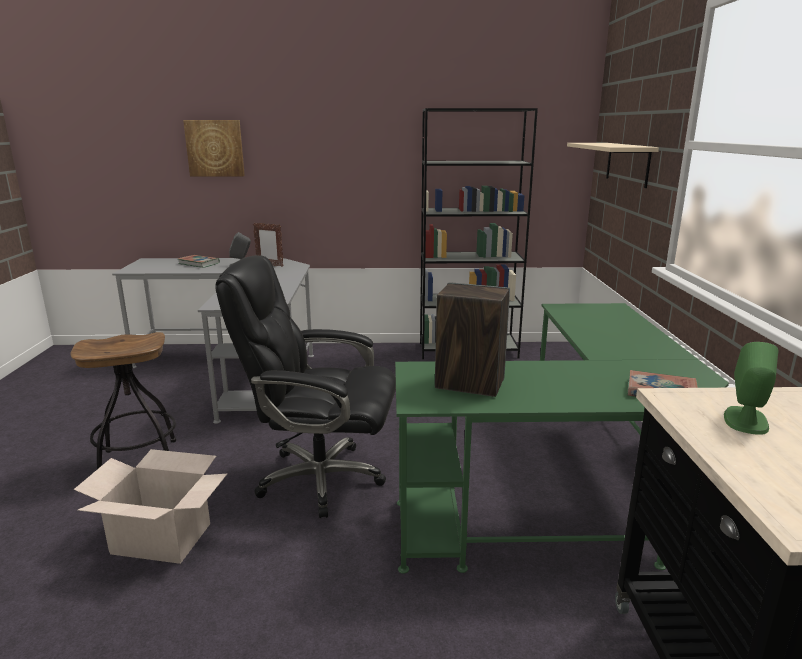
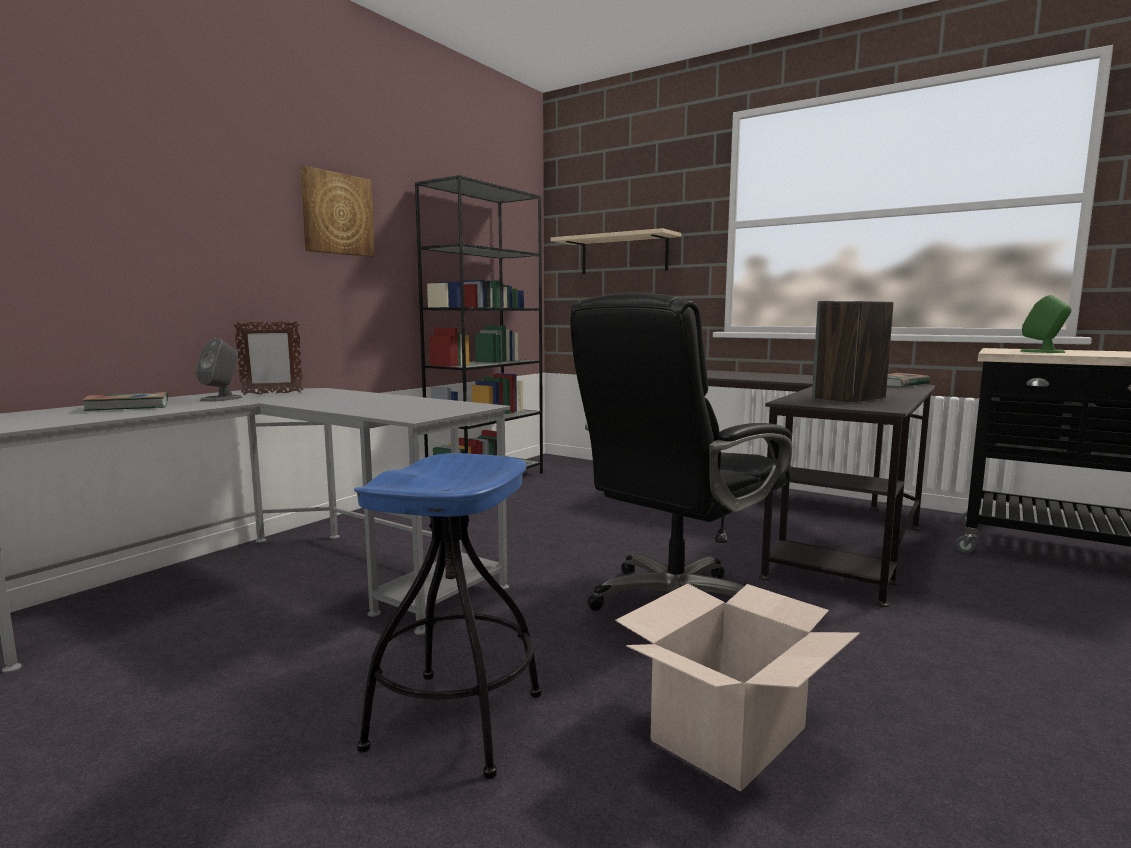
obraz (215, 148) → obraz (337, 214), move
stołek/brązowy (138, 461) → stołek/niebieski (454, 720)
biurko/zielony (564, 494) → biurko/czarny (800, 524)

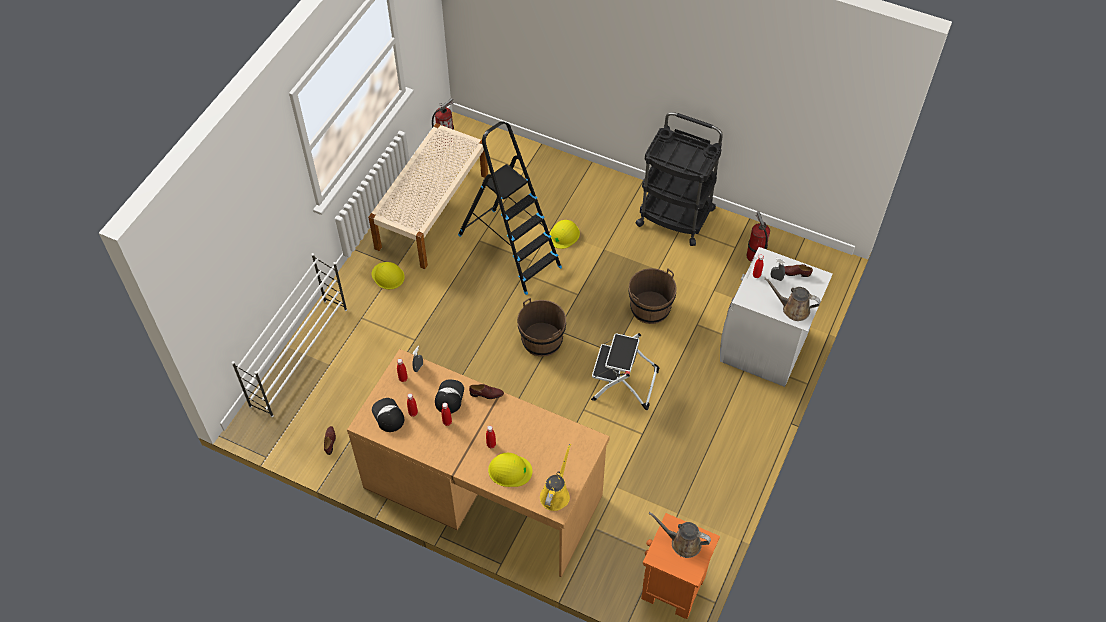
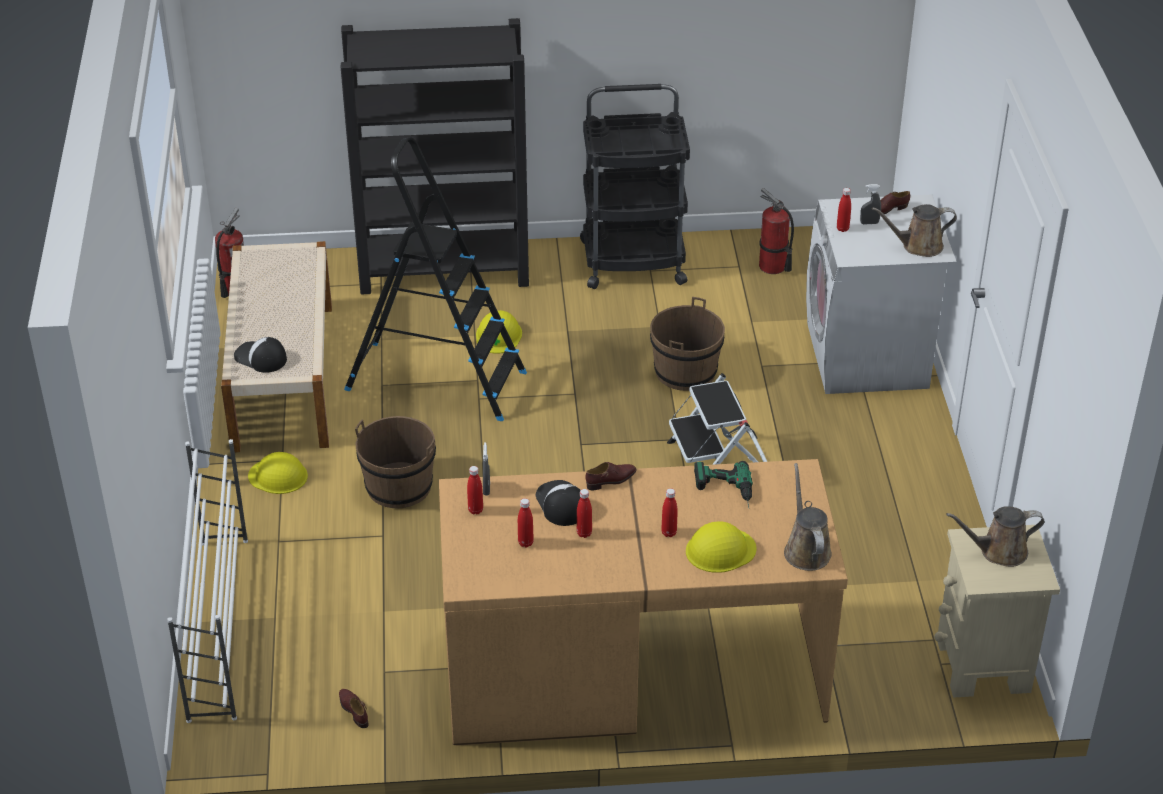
czapka z daszkiem (388, 415) → czapka z daszkiem (260, 358), move
- → regał/czarny (444, 267)
wiadro/brązowy (542, 340) → wiadro/brązowy (399, 486), move
- → wiertarka (724, 491)
konewka/żółty (556, 494) → konewka/brązowy (806, 549)
szafka nocna/pomarańczowy (672, 587) → szafka nocna/beżowy (981, 666)

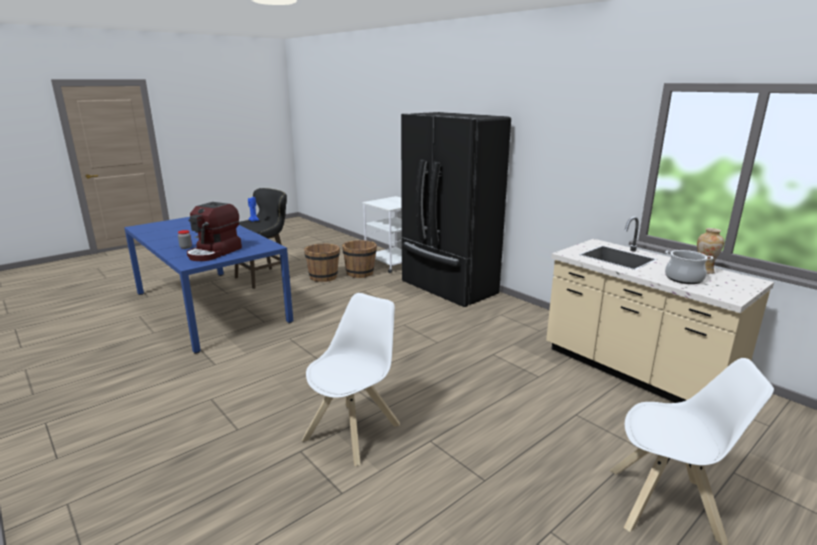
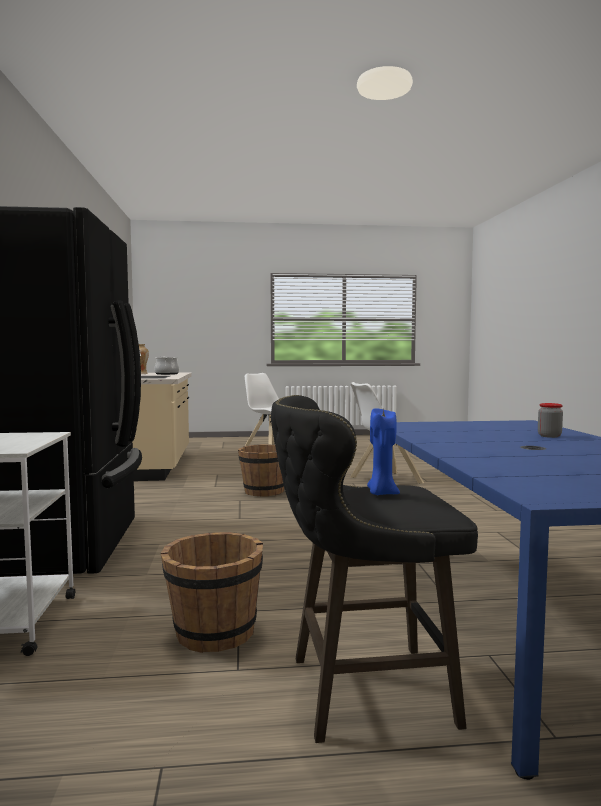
wiadro/brązowy (360, 273) → wiadro/brązowy (263, 492), move
ekspres do kawy (214, 252) → -

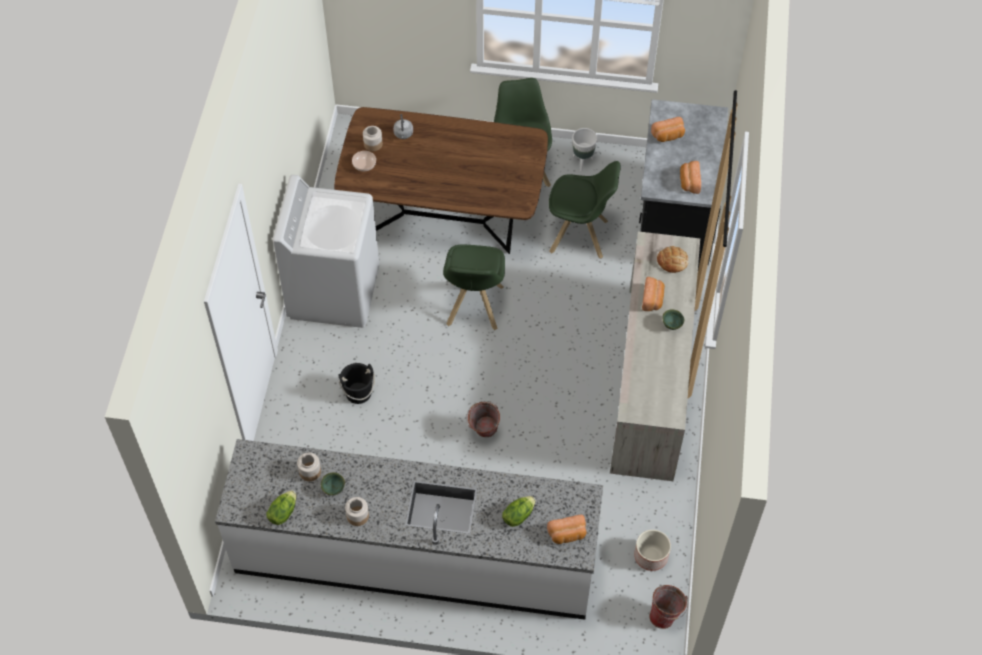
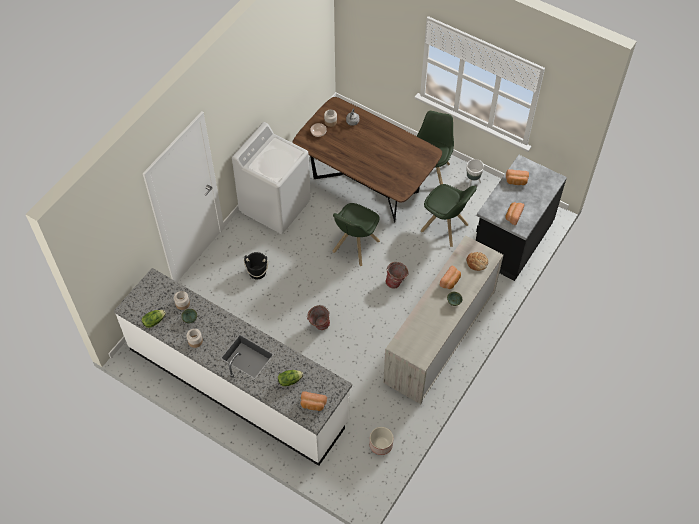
wiadro (666, 615) → wiadro (396, 282), move

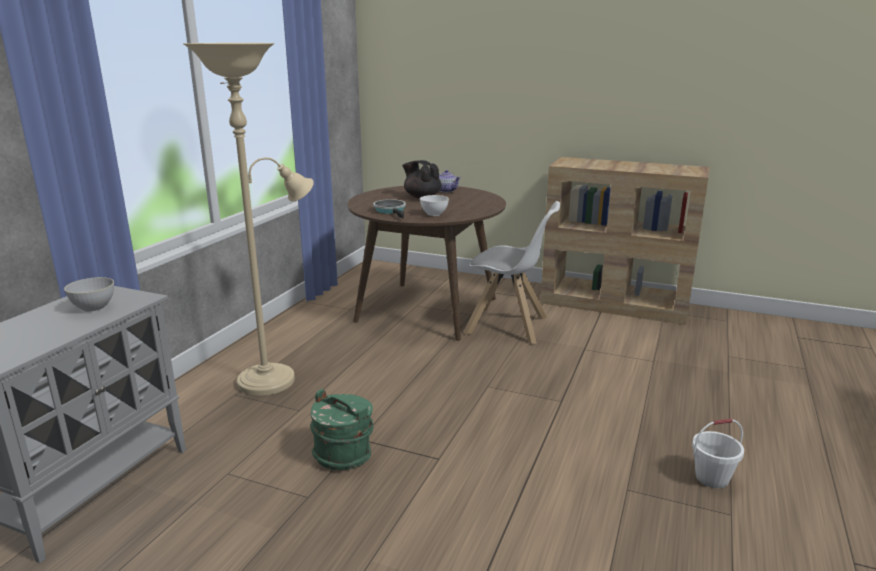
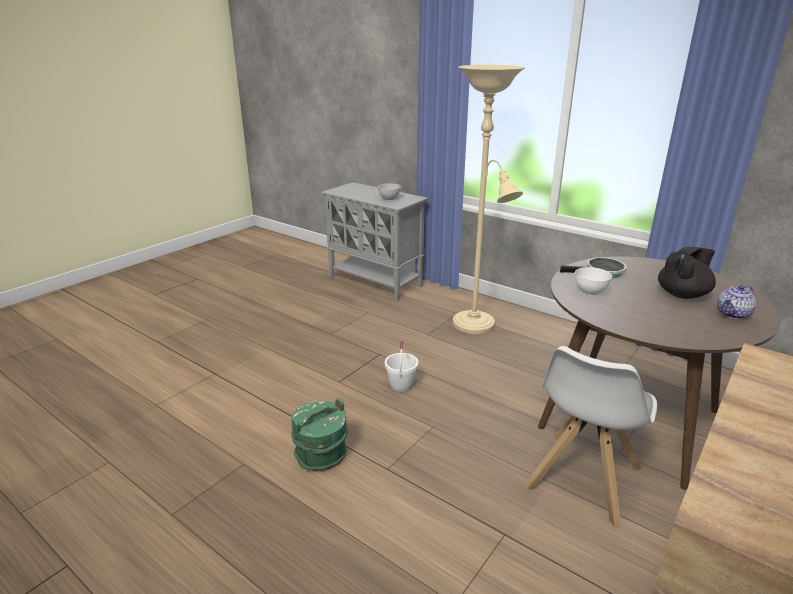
wiadro/zielony (343, 455) → wiadro/zielony (321, 456), move
wiadro/biały (711, 478) → wiadro/biały (401, 385), move

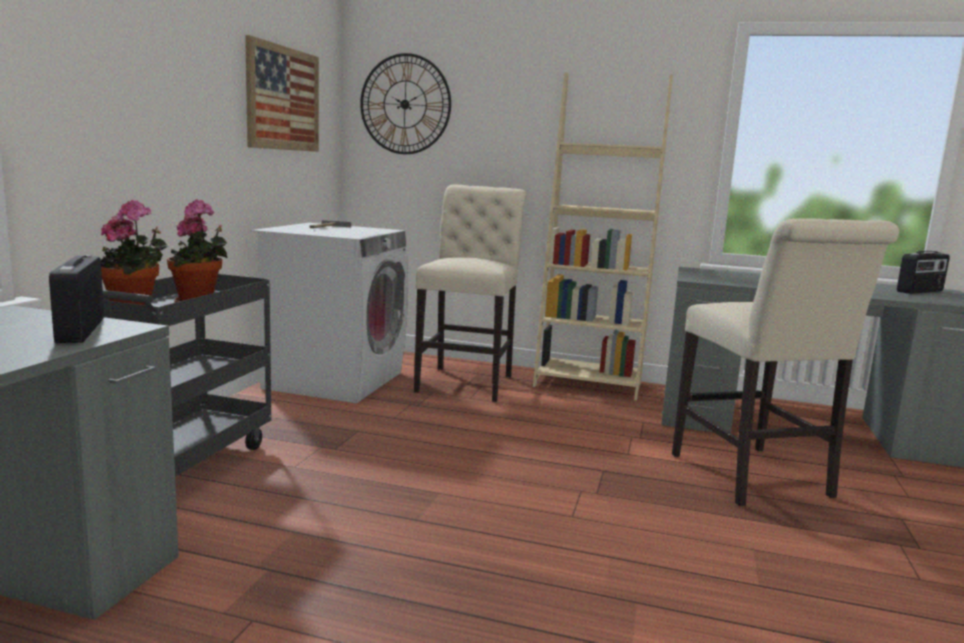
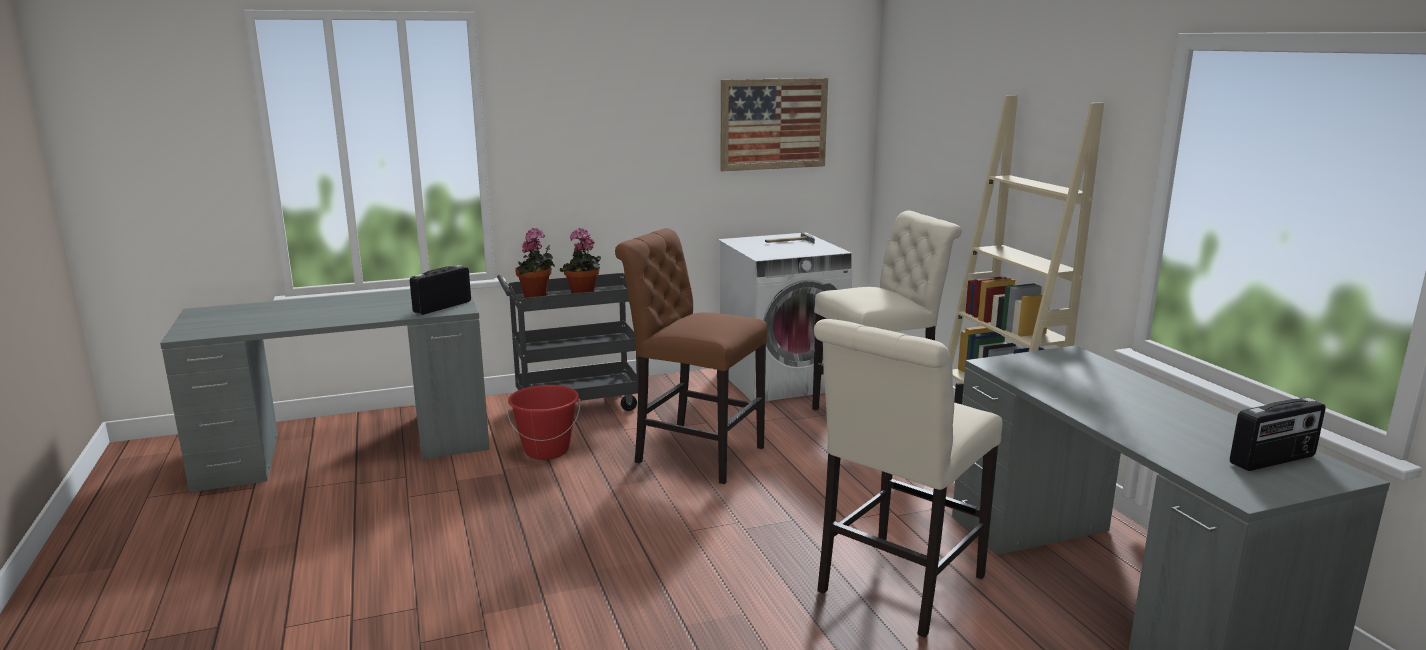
- → wiadro/czerwony (547, 450)
- → stołek/brązowy (693, 453)
radio (920, 291) → radio (1273, 460), 45 degrees counterclockwise
zegar ścienny (405, 104) → -

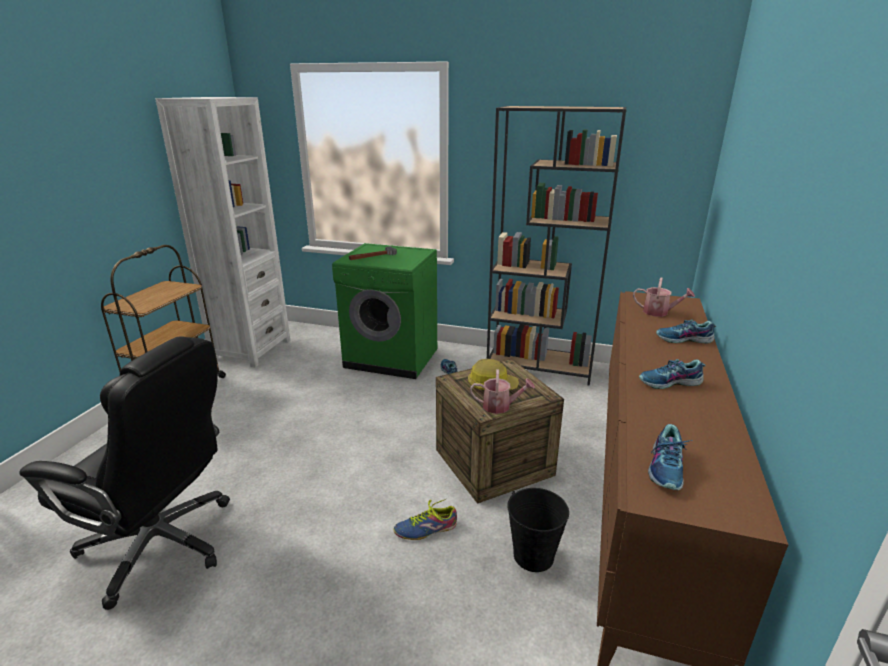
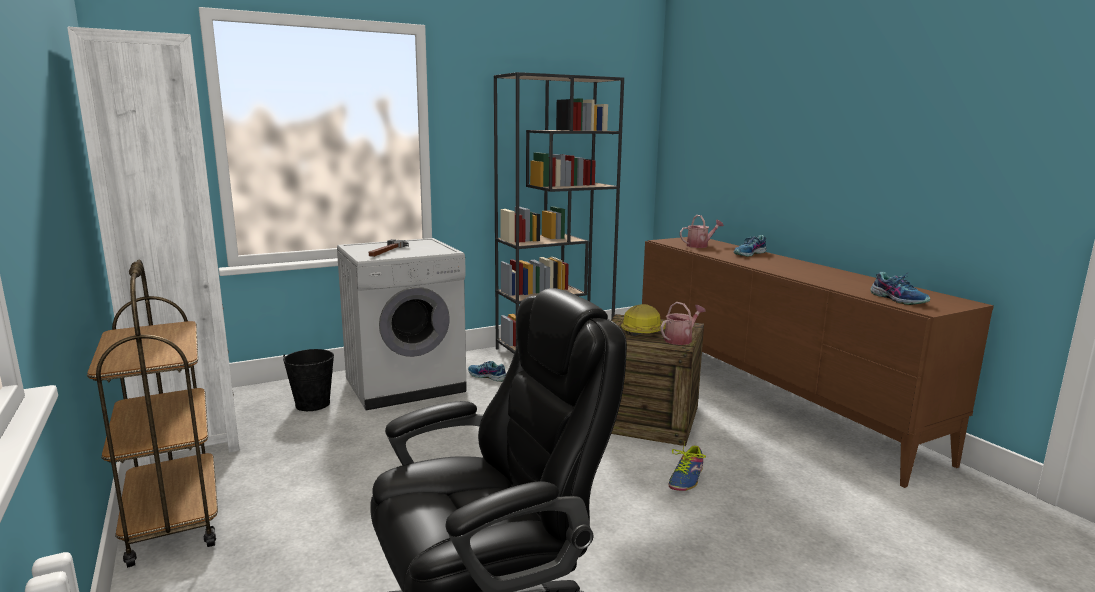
wiadro/czarny (533, 555) → wiadro/czarny (312, 404), move
pralka/zielony (391, 359) → pralka/biały (406, 386)
but (670, 383) → -

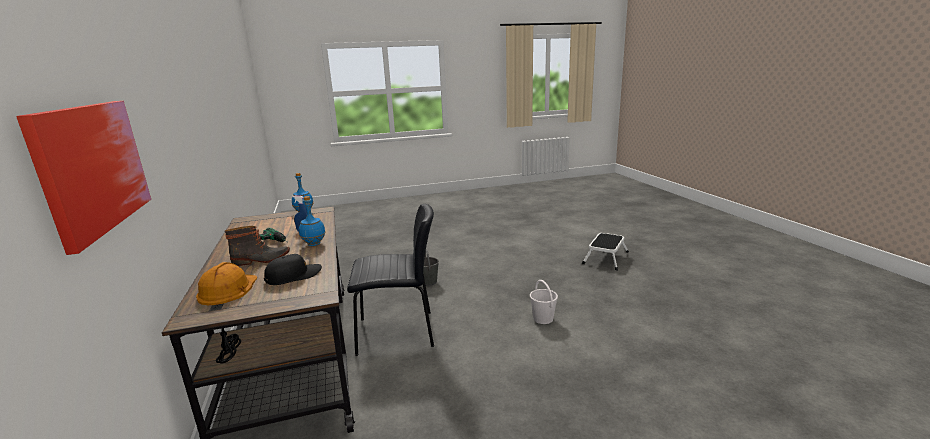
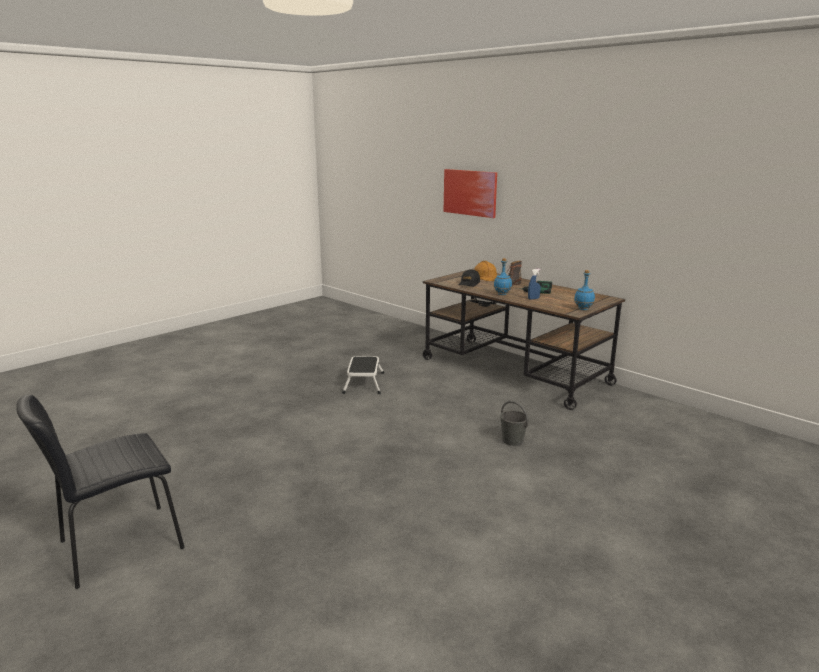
krzesło/czarny (399, 332) → krzesło/czarny (117, 546), move
drabinka/czarny (605, 257) → drabinka/czarny (364, 383), move
wiadro/biały (543, 318) → -

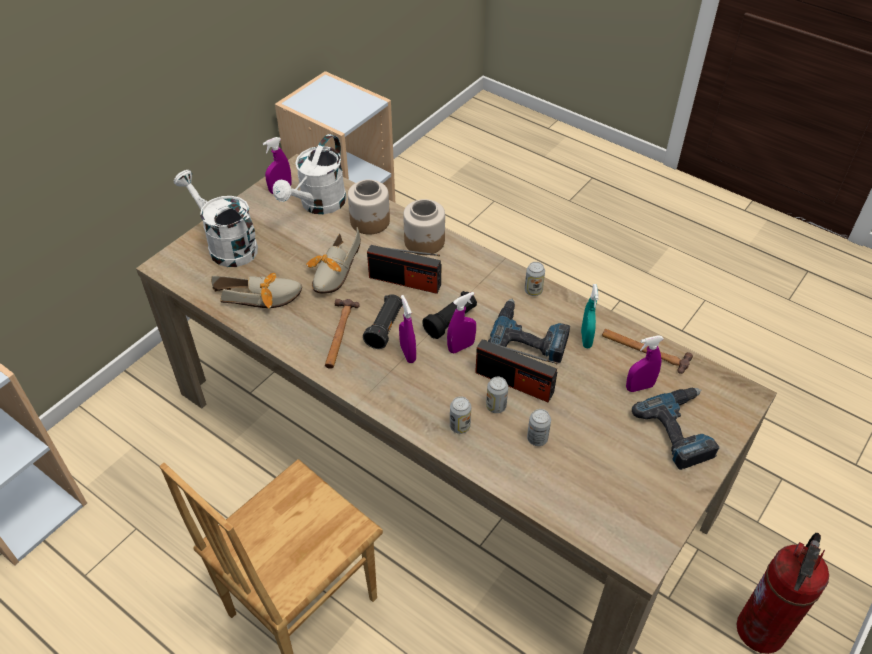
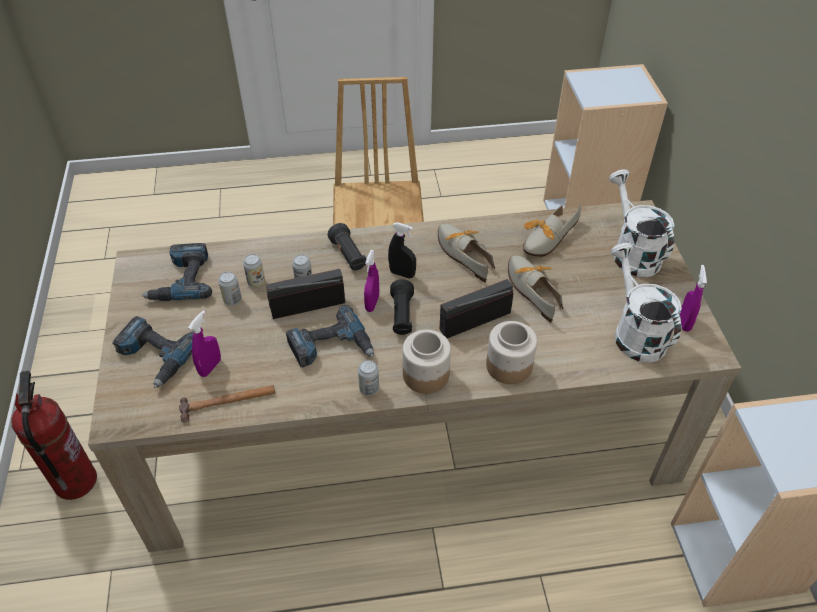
- → wiertarka (181, 279)
puszka (460, 426) → puszka (232, 300), move
latarka/czarny (385, 328) → latarka/czarny (348, 255), move
spryskiwacz/fioletowy (408, 353) → spryskiwacz/czarny (402, 274)
słoik (370, 221) → słoik (425, 375), move
młotek (338, 334) → but (463, 253)
konewka/biały (226, 245) → konewka/biały (632, 252), 105 degrees counterclockwise
spryskiwacz/turkusowy (586, 339) → -

